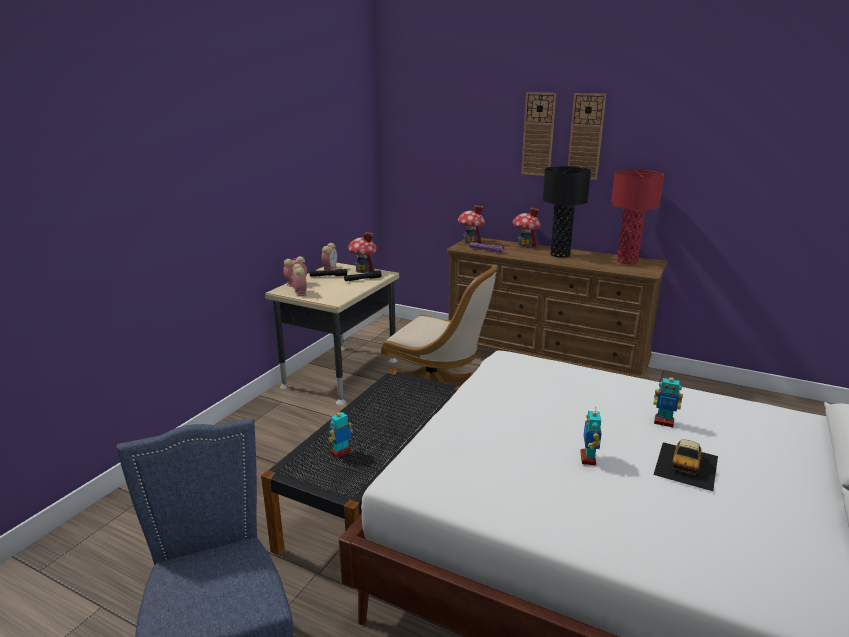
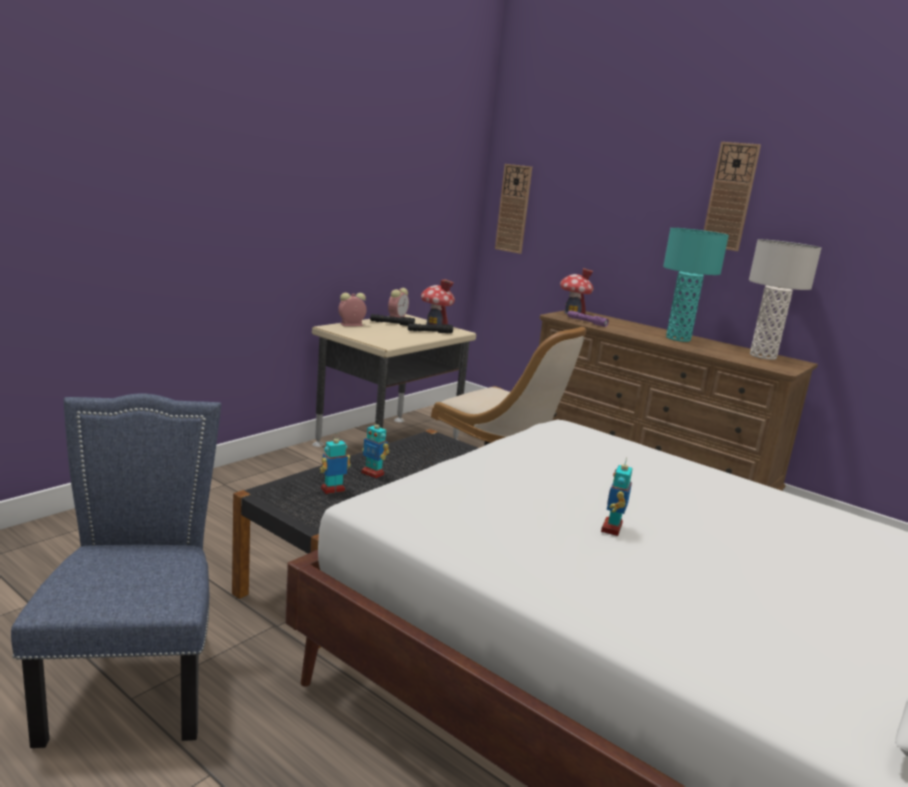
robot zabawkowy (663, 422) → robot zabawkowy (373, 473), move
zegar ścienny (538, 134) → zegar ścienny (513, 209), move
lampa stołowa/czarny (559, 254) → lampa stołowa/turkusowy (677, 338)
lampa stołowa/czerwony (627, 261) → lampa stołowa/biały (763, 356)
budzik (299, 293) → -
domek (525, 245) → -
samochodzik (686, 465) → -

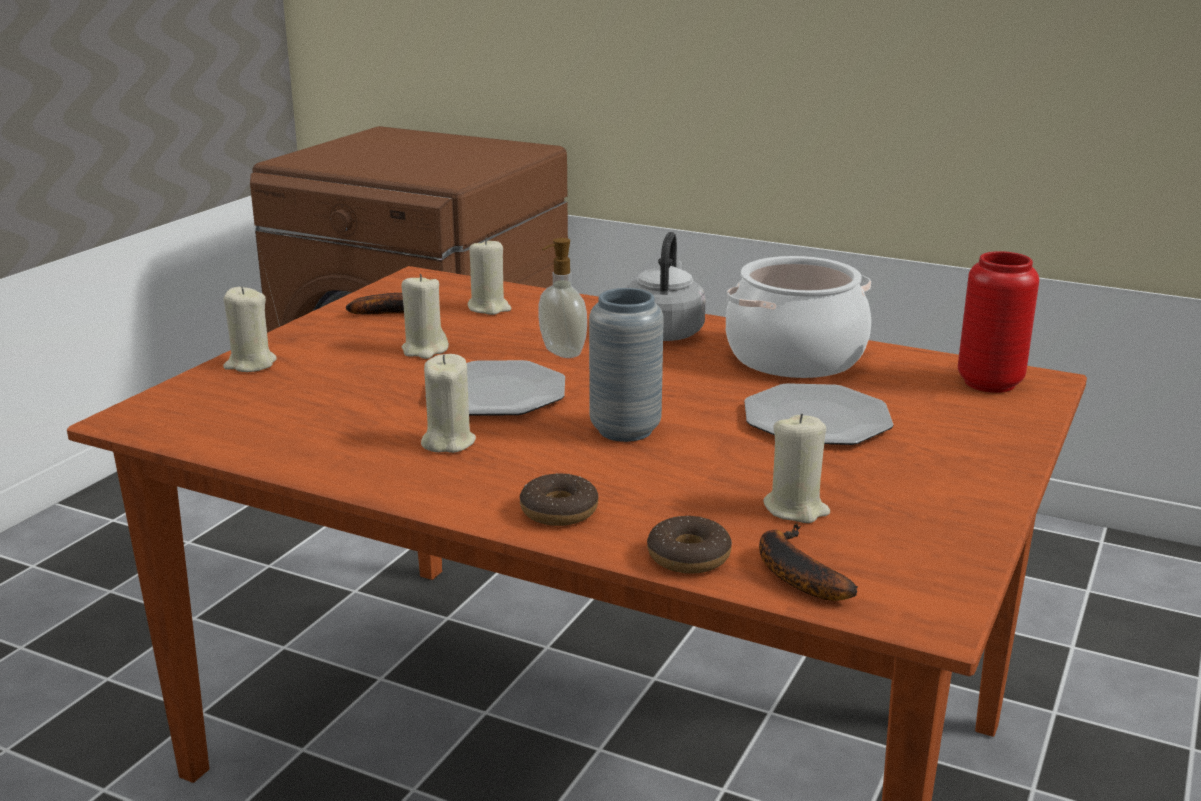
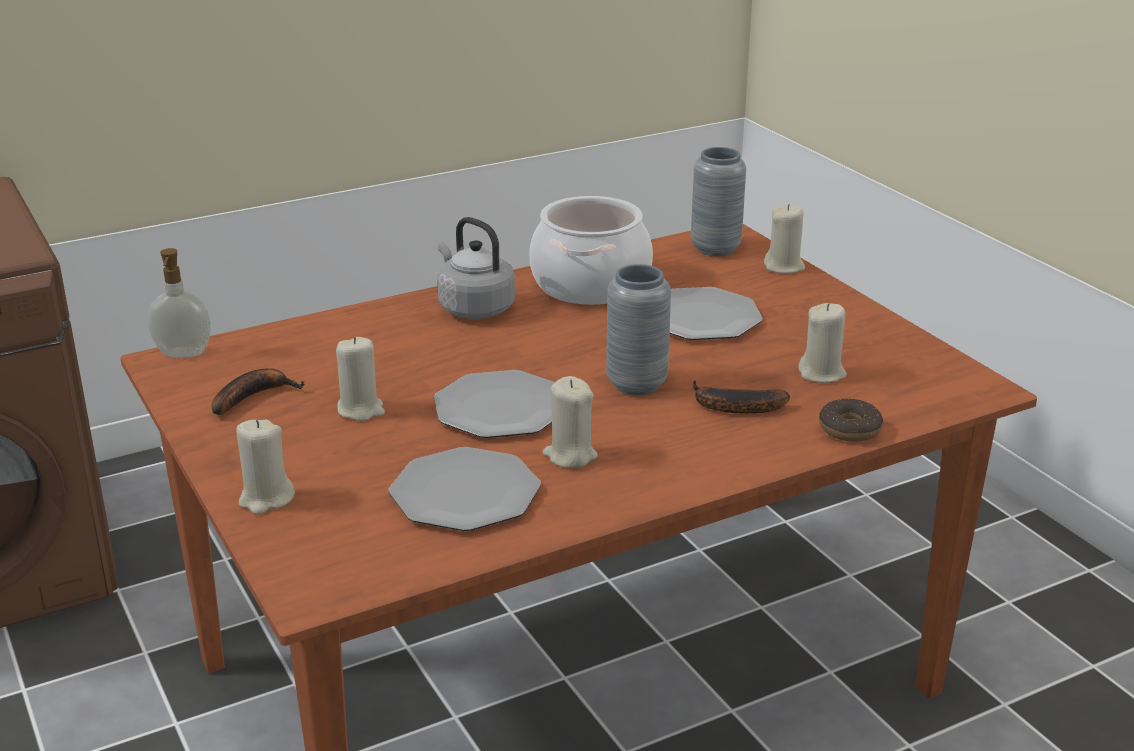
dozownik mydła (561, 353) → dozownik mydła (183, 354), move
- → talerz (465, 493)
wazon/czerwony (989, 383) → wazon/szary (715, 248)
banan (793, 572) → banan (732, 407), move
świeca/beżowy (489, 308) → świeca/beżowy (784, 267), move
donut (559, 511) → -

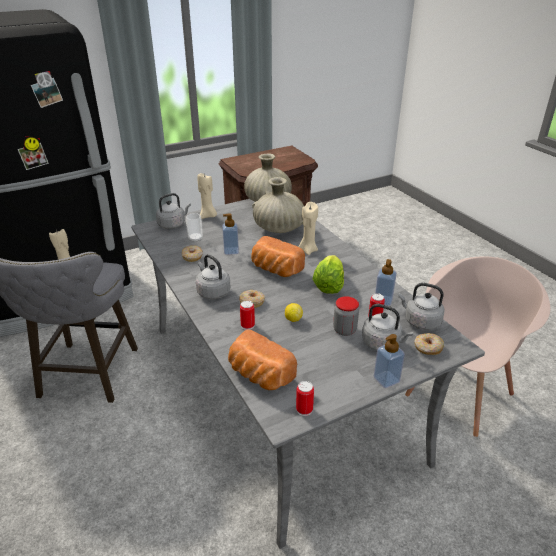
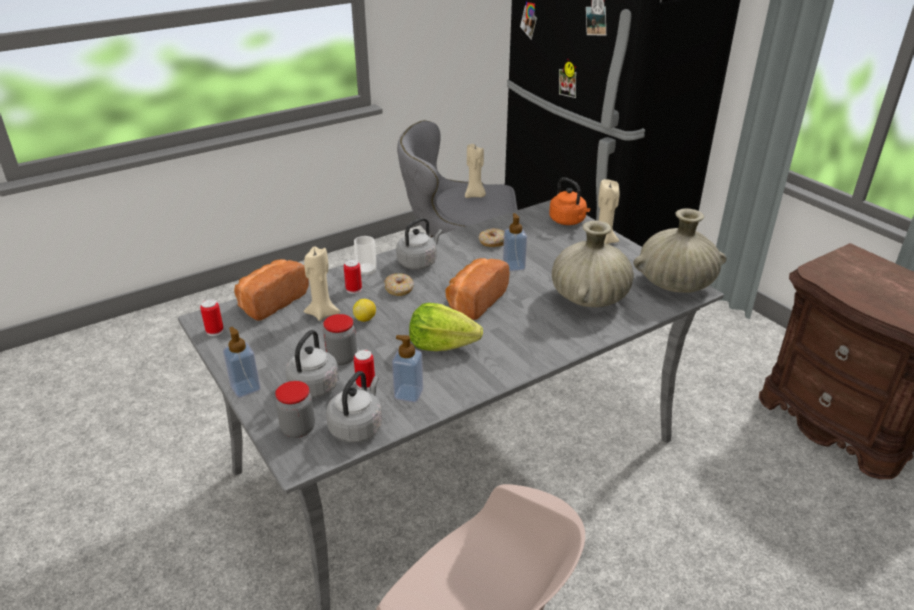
donut (428, 348) → słoik (298, 429)
świeca/beżowy (307, 250) → świeca/beżowy (322, 313), move
filiżanka (195, 239) → filiżanka (366, 272), move
czajnik/szary (173, 224) → czajnik/pomarańczowy (568, 221)

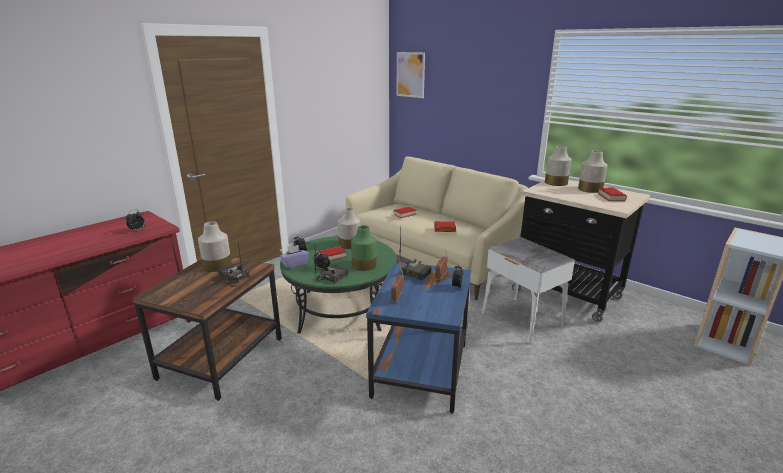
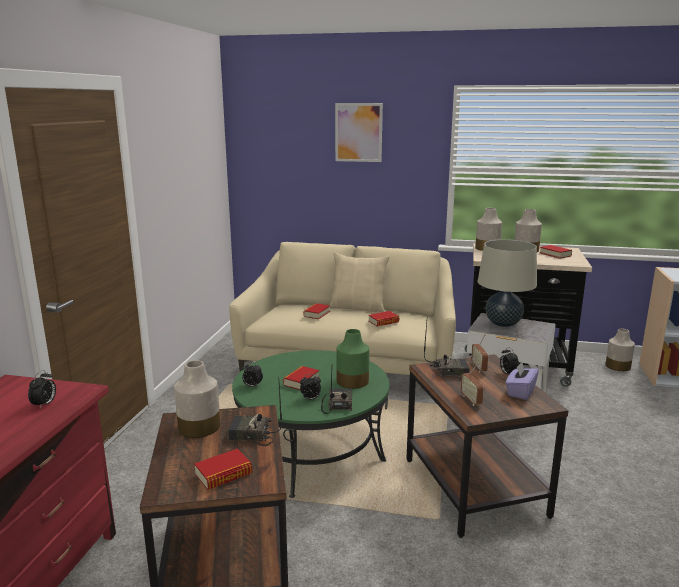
- → książka (223, 474)
- → poduszka/beżowy (358, 307)
obraz (410, 74) → obraz (358, 132), move
stolik/niebieski (422, 370) → stolik/brązowy (475, 488)
- → lampa stołowa/beżowy (503, 323)
pudełko chusteczek/fioletowy (295, 264) → pudełko chusteczek/fioletowy (520, 392), move
wazon/beżowy (349, 244) → wazon/beżowy (618, 366), move

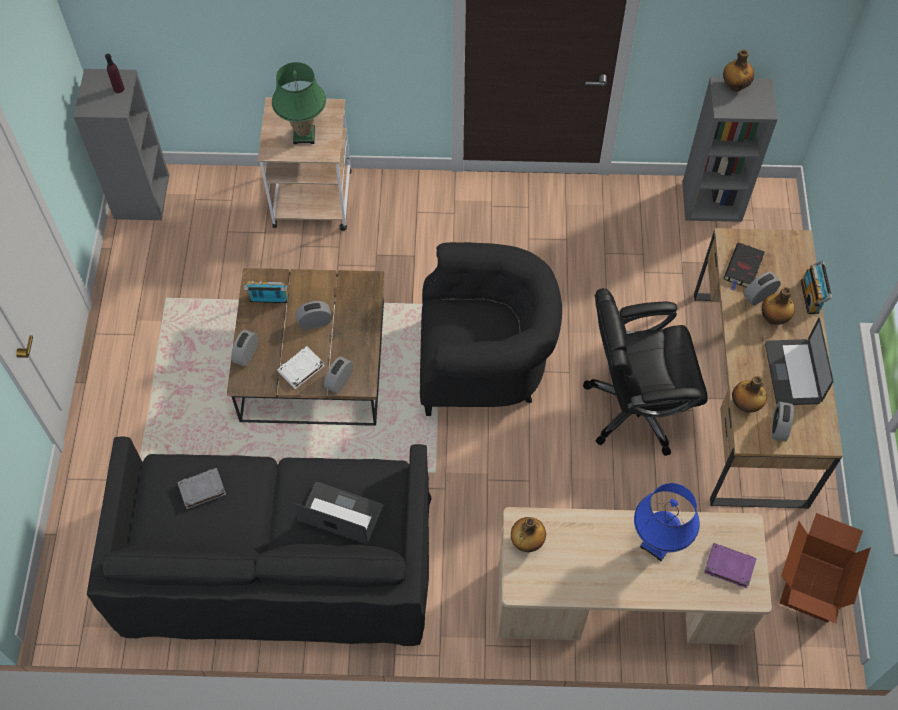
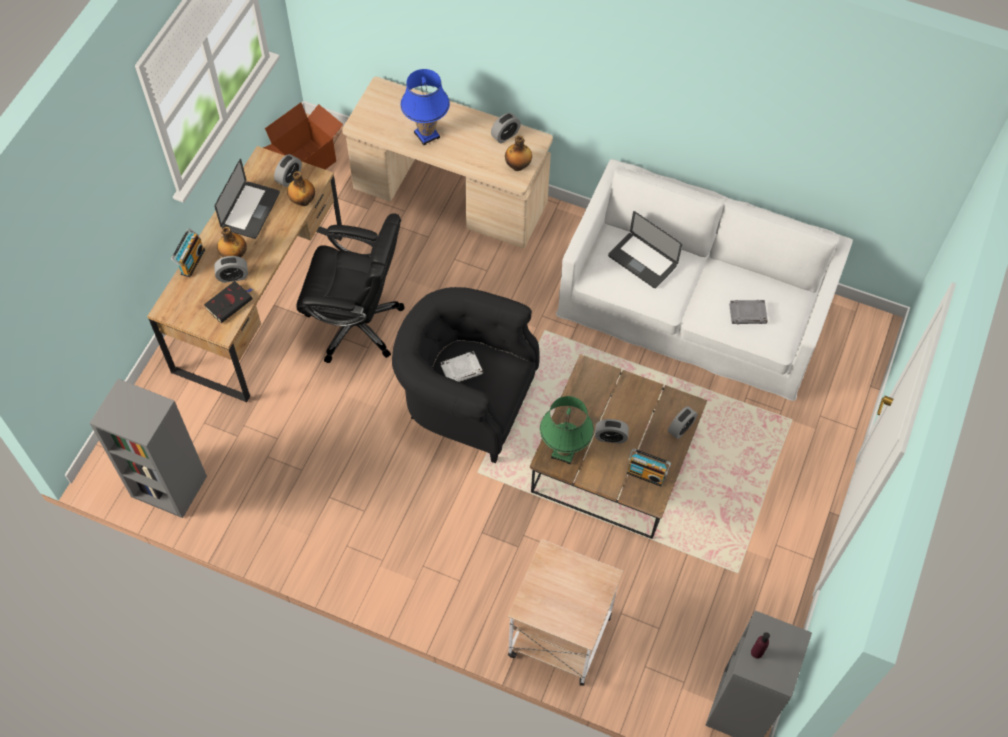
książka/biały (301, 369) → książka/biały (462, 369), move
budzik (339, 381) → budzik (505, 135), move
lampa stołowa/zielony (304, 135) → lampa stołowa/zielony (564, 452), move
kanapa/czarny (277, 562) → kanapa/biały (694, 306)
książka/fioletowy (728, 566) → -
butelka (735, 86) → -

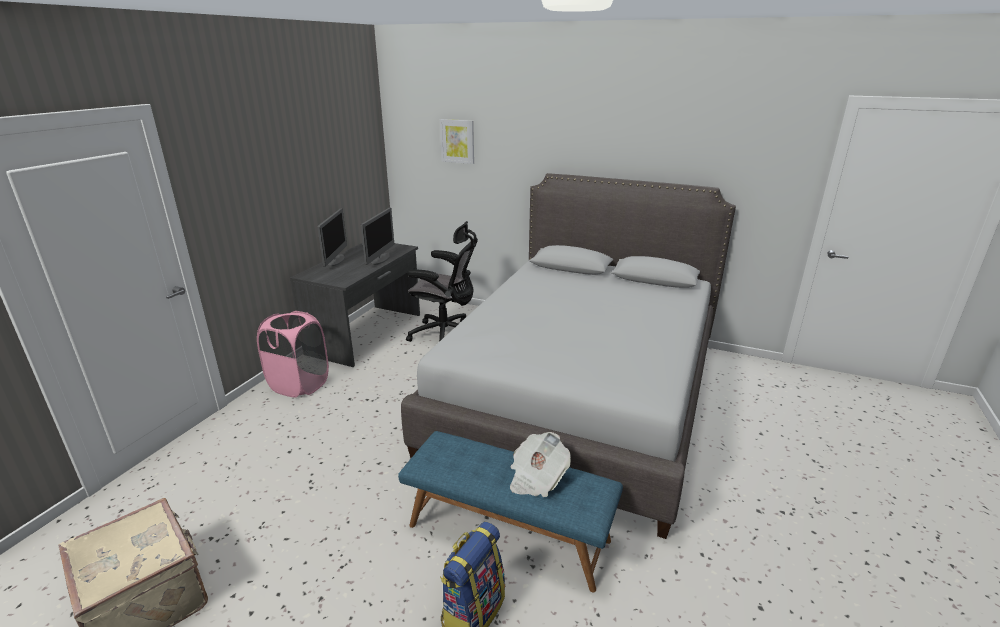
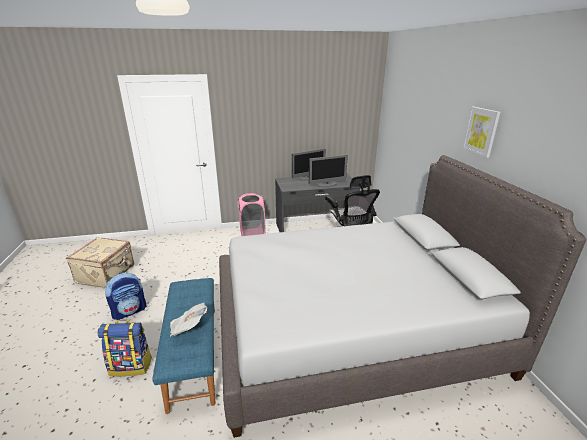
- → plecak (129, 311)
obraz (457, 141) → obraz (481, 131), move

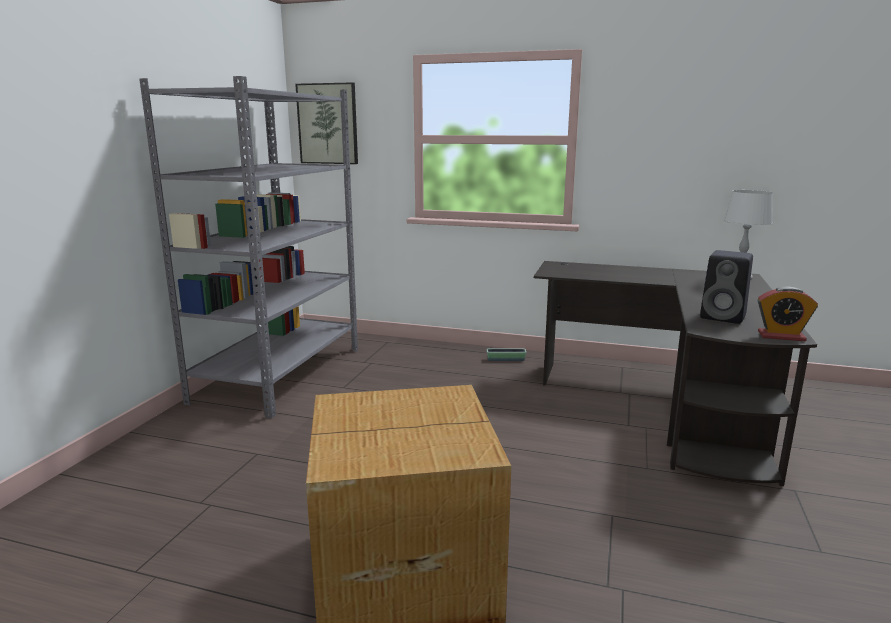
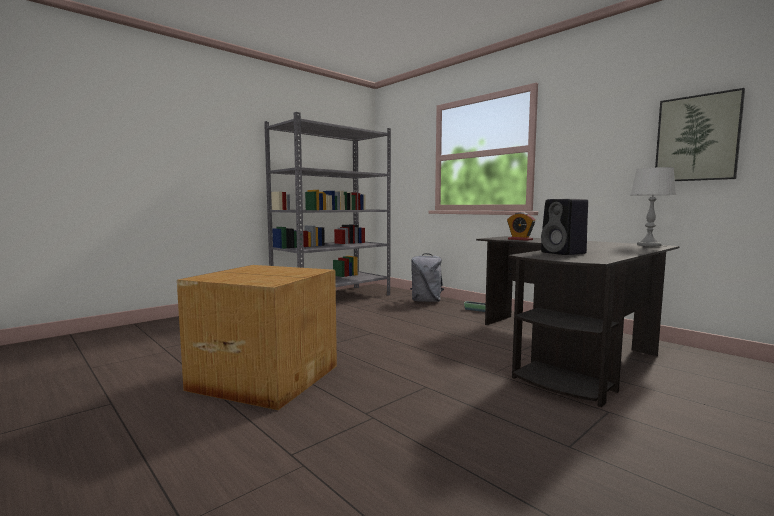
- → plecak/szary (426, 301)
budzik (781, 336) → budzik (520, 239), move
obraz (328, 124) → obraz (697, 138), move

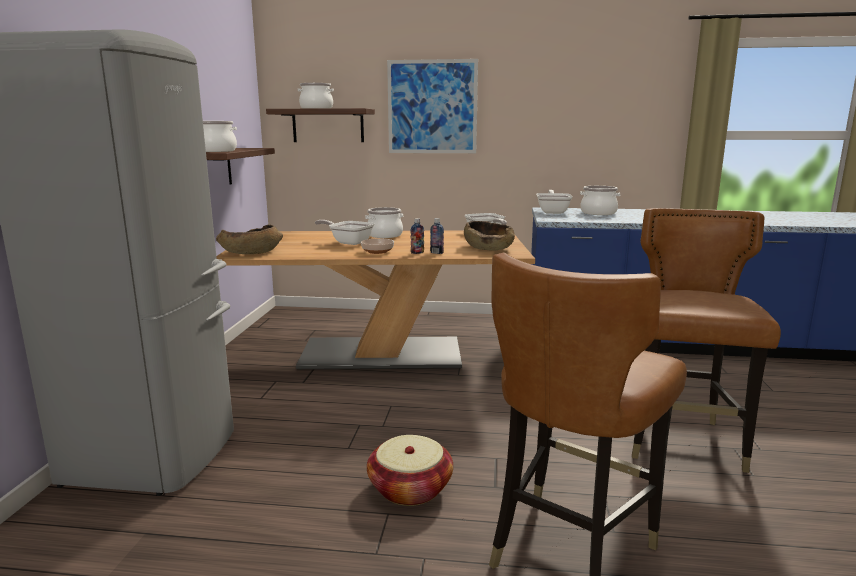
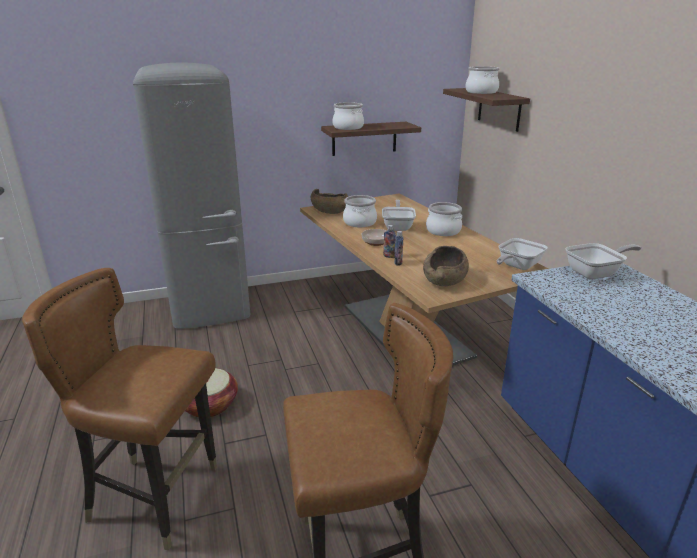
garnek (598, 213) → garnek (360, 222), move
obraz (432, 107) → -

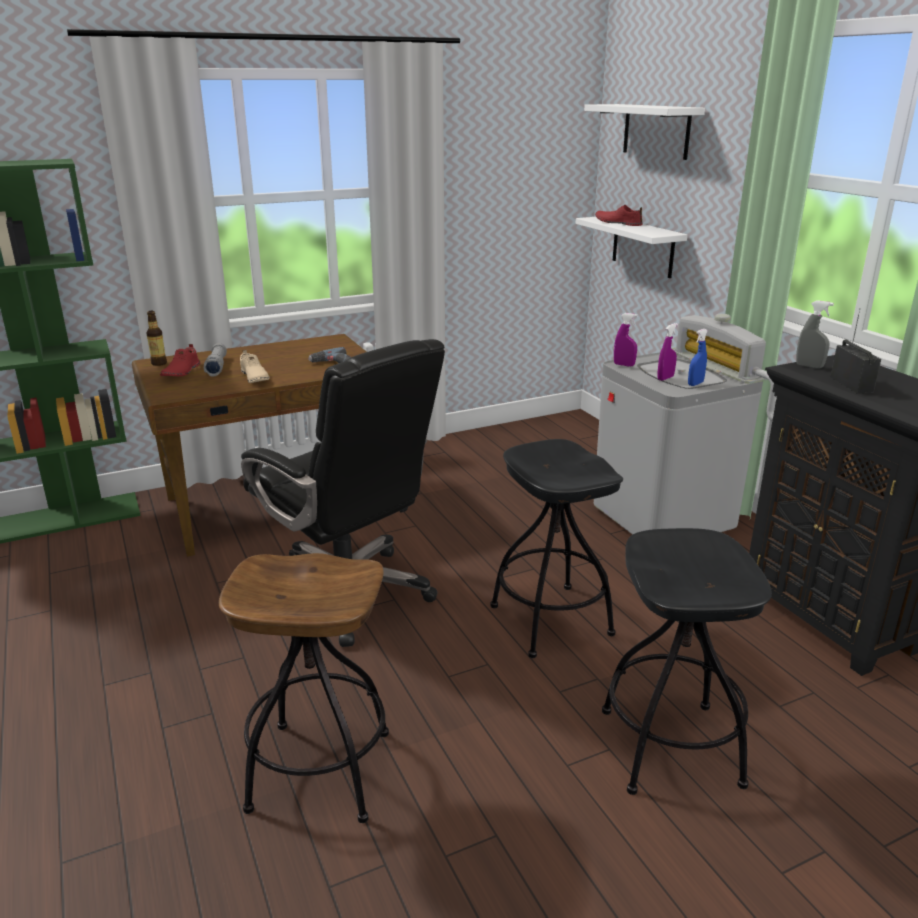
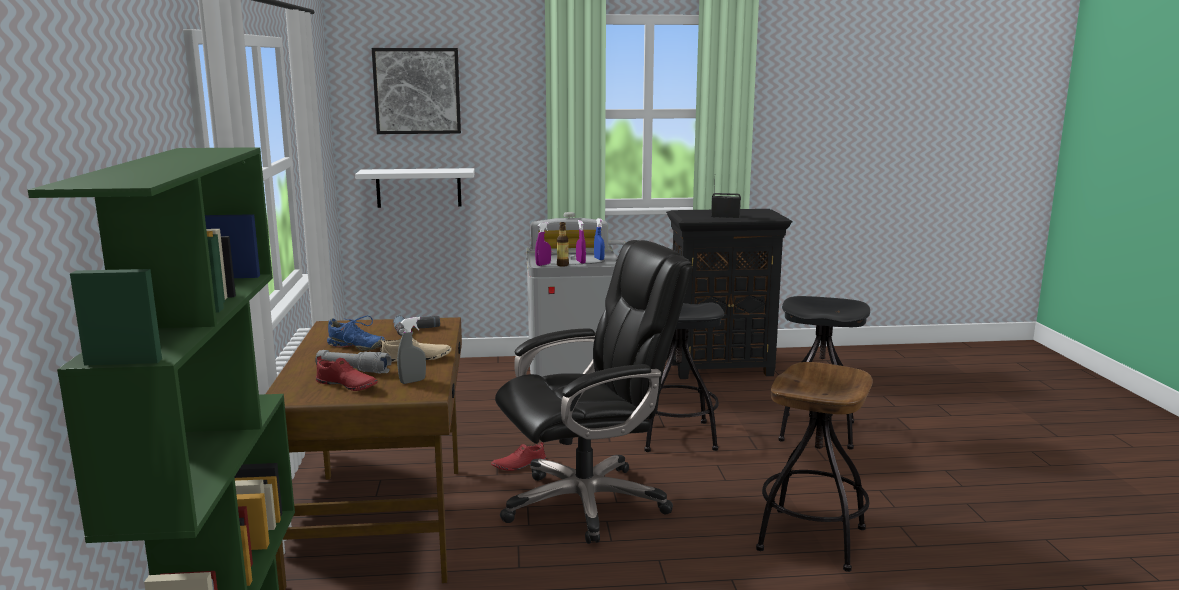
- → but/niebieski (356, 347)
półka/biały (656, 131) → obraz (417, 91)
spryskiwacz/szary (809, 366) → spryskiwacz/szary (412, 381), move
but/czerwony (618, 223) → but/czerwony (519, 465), move
butelka (159, 363) → butelka (562, 265), move

